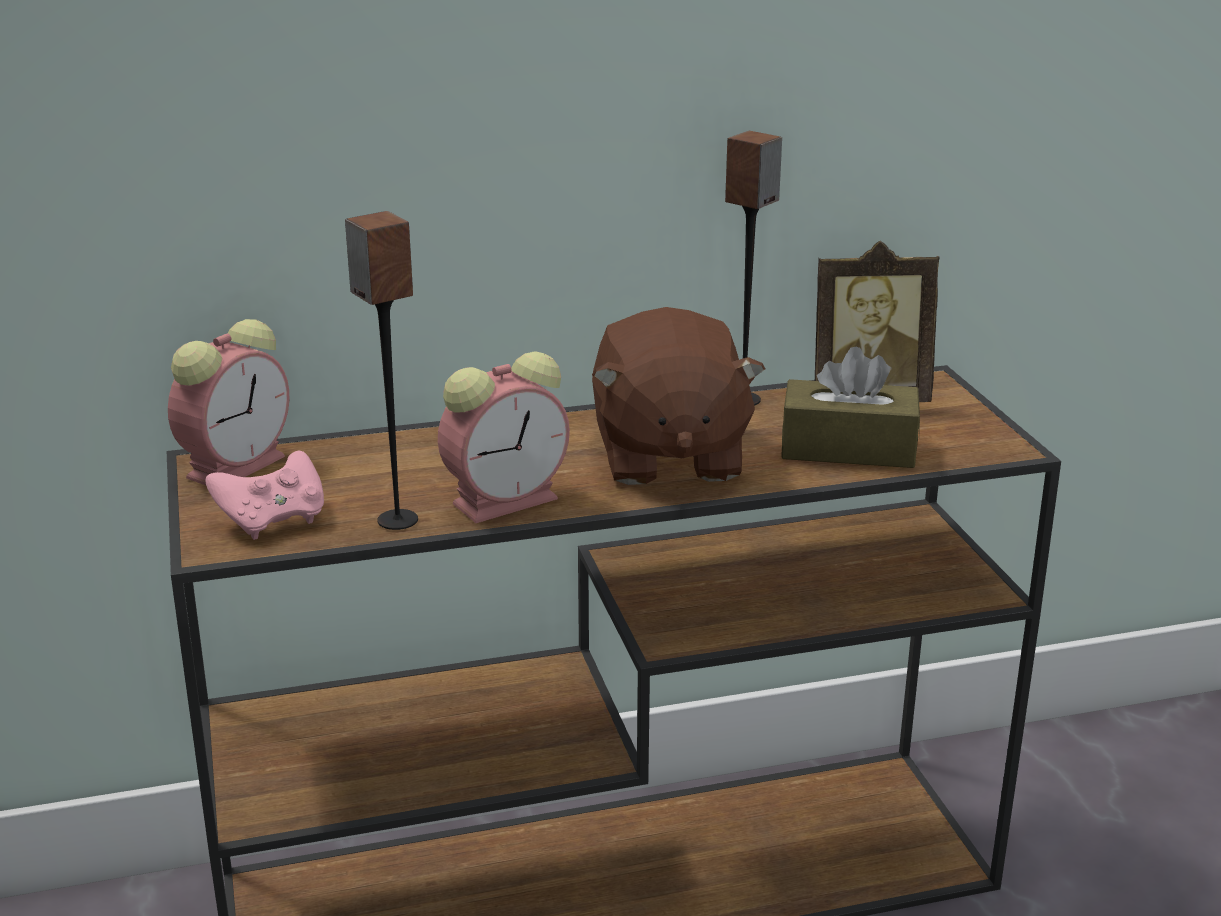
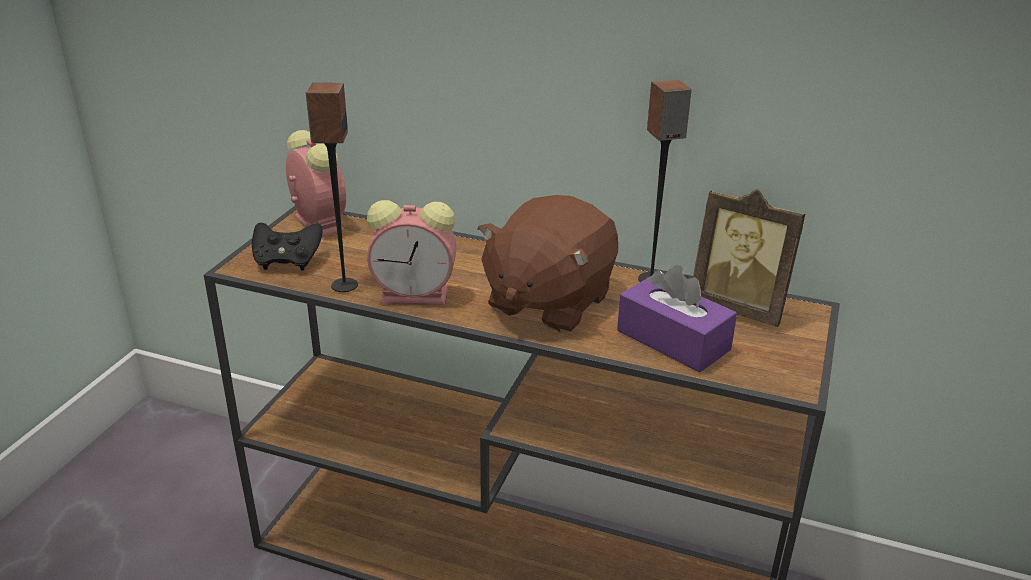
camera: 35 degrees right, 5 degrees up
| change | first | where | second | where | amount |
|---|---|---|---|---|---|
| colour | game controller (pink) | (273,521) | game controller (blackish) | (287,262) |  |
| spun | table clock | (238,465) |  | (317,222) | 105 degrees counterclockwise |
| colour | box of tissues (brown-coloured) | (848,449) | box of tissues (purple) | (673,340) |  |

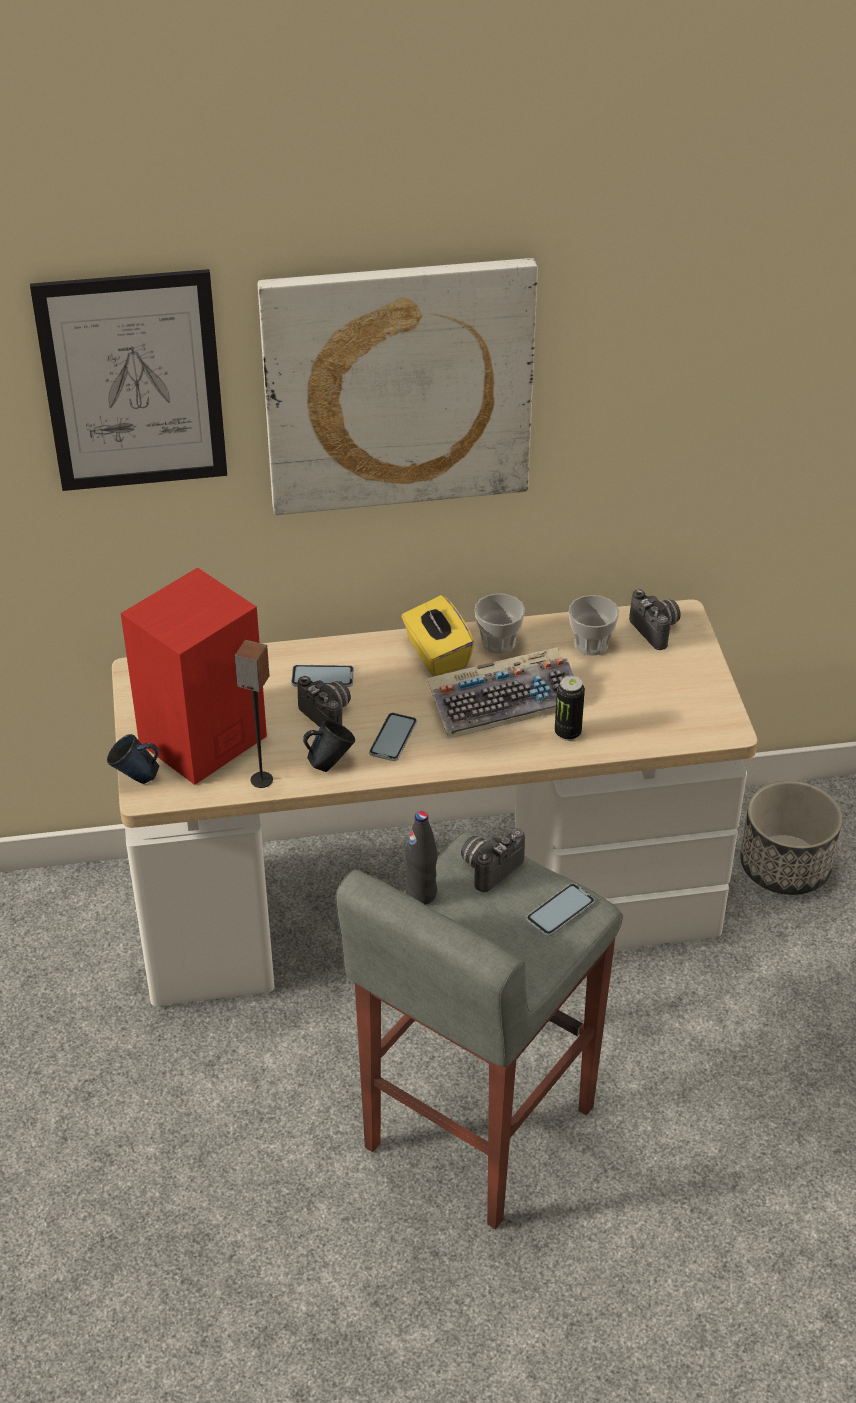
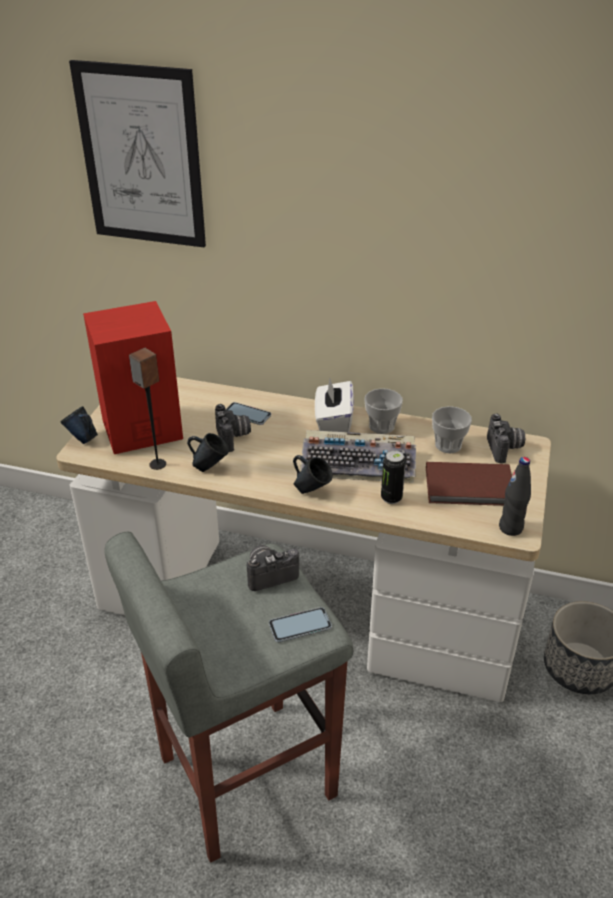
camera: 25 degrees right, 5 degrees down
| change | first | where | second | where | amount |
|---|---|---|---|---|---|
| appeared |  |  | coffee mug (blue) | (311,491) |  |
| colour | box of tissues (yellowish) | (436,654) | box of tissues (whitish) | (333,422) |  |
| appeared |  |  | volume (brown-coloured) | (470,488) |  |
| relocated | beverage bottle (blackish) | (421,894) |  | (511,528) |  |
| missing | wall art | (398,385) |  |  |  |
| missing | phone | (393,738) |  |  |  |

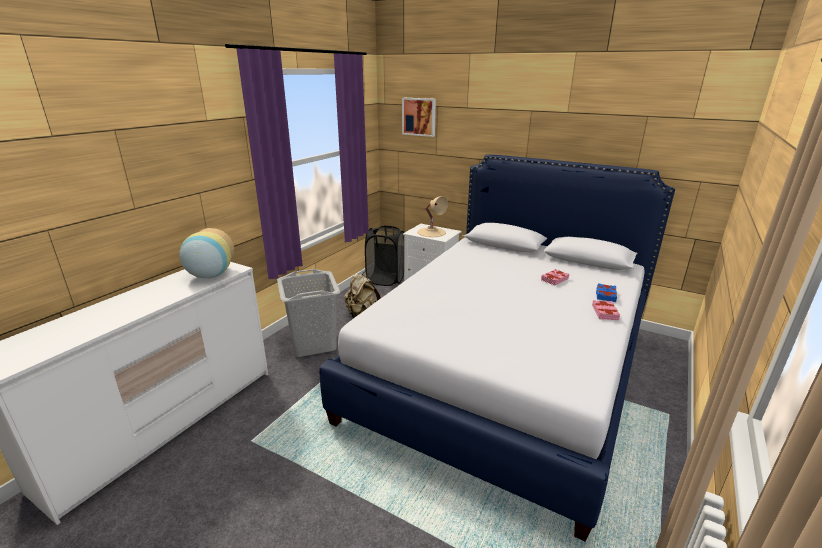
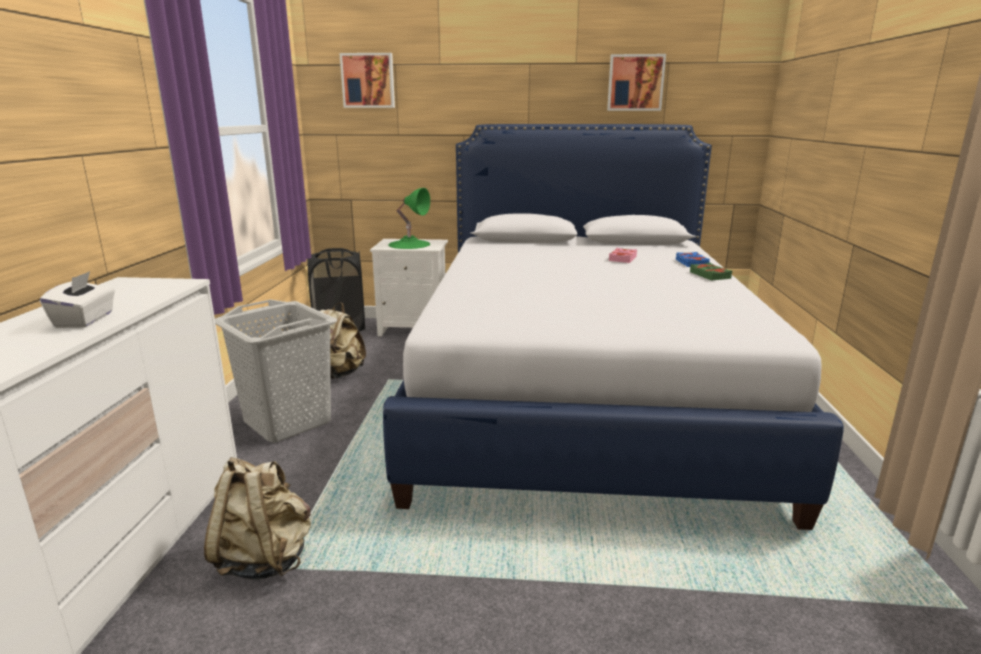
camera: 25 degrees left, 5 degrees down
| change | first | where | second | where | amount |
|---|---|---|---|---|---|
| appeared |  |  | box of tissues (whitish) | (85,320) |  |
| appeared |  |  | backpack (beige-coloured) | (265,558) |  |
| colour | tabletop lamp (beige-coloured) | (431,232) | tabletop lamp (green) | (409,244) |  |
| appeared |  |  | wall art | (635,83) |  |
| colour | volume (pink) | (605,313) | volume (green) | (710,275) |  |
| missing | flower vase | (210,275) |  |  |  |

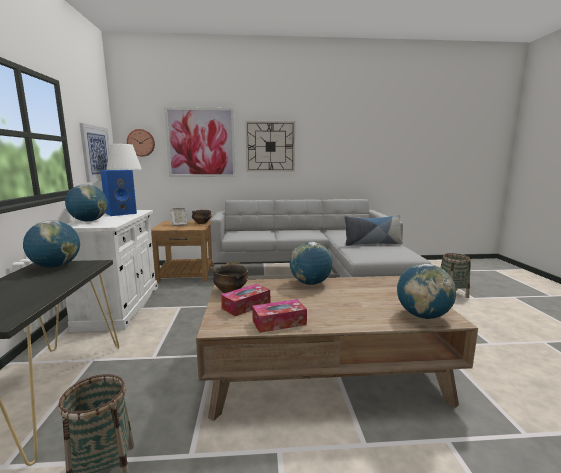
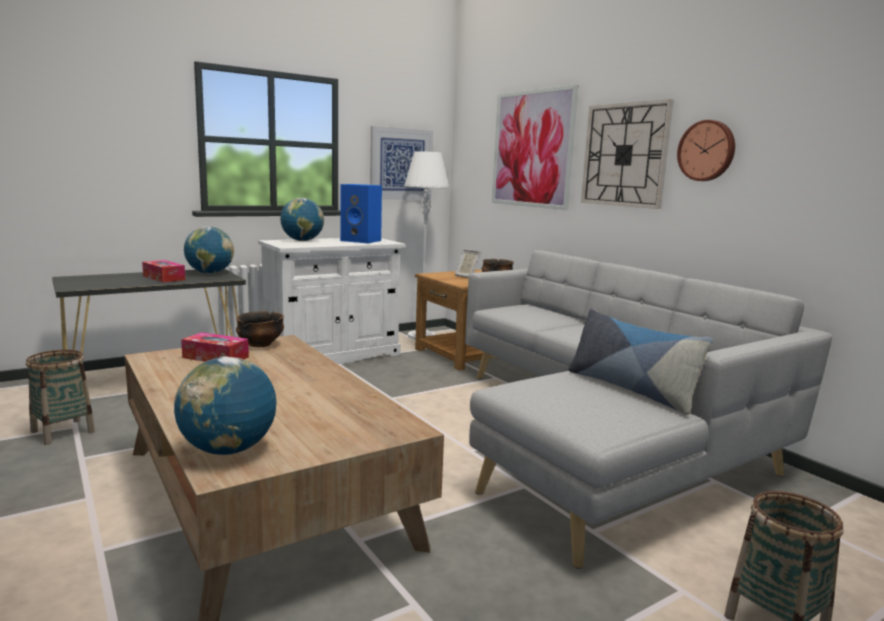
camera: 60 degrees right, 0 degrees up
| change | first | where | second | where | amount |
|---|---|---|---|---|---|
| relocated | box of tissues | (279,322) |  | (164,278) |  |
| relocated | wall clock | (141,143) |  | (707,151) |  |
| missing | world globe | (310,283) |  |  |  |

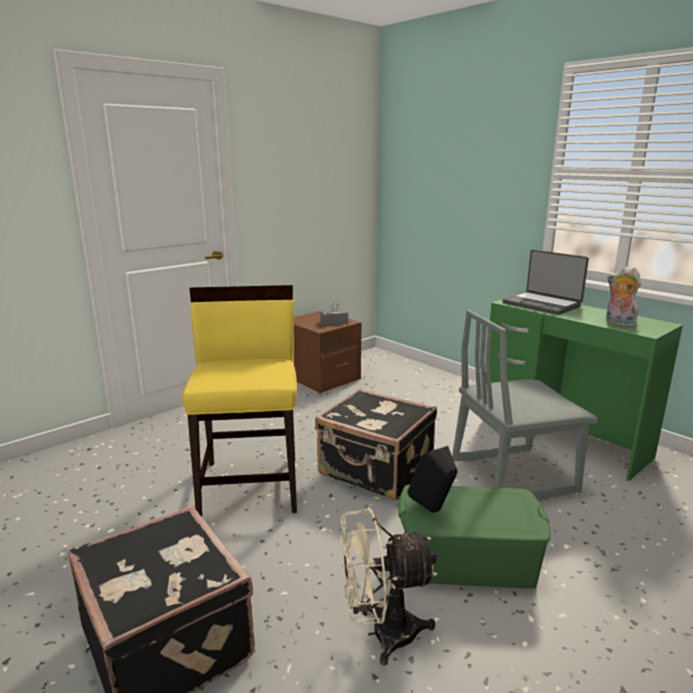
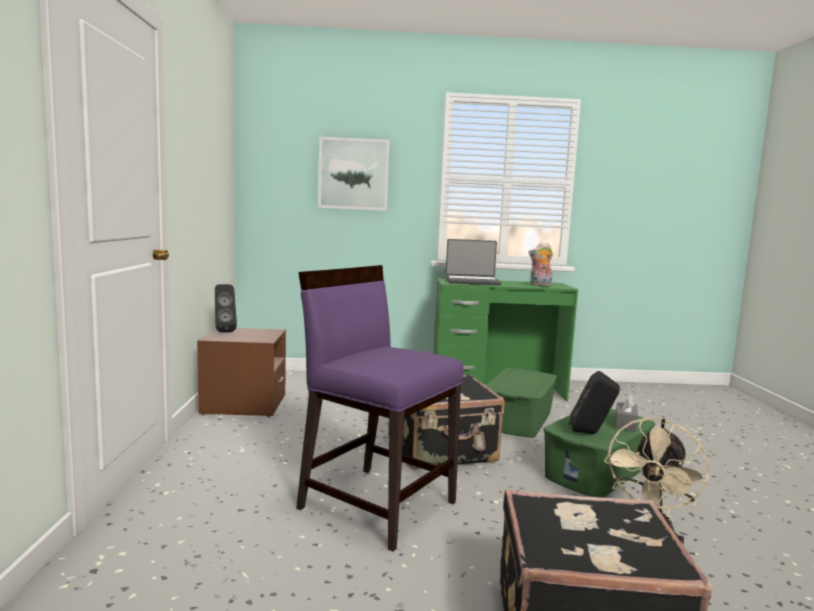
camera: 50 degrees left, 10 degrees down
| change | first | where | second | where | amount |
|---|---|---|---|---|---|
| appeared |  |  | loudspeaker (blackish) | (224,331) |  |
| colour | plain chair (yellowish) | (251,485) | plain chair (purple) | (377,504) |  |
| appeared |  |  | wall art | (353,174) |  |
| exchanged | plain chair (grey) | (512,475) | storage container (green) | (518,420) |  |
| relocated | box of tissues (grey) | (334,322) |  | (625,423) |  |

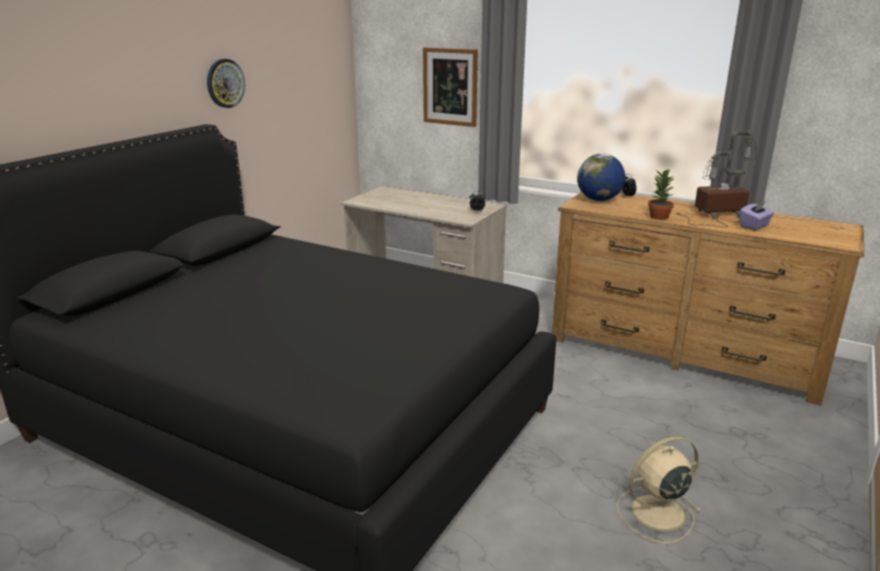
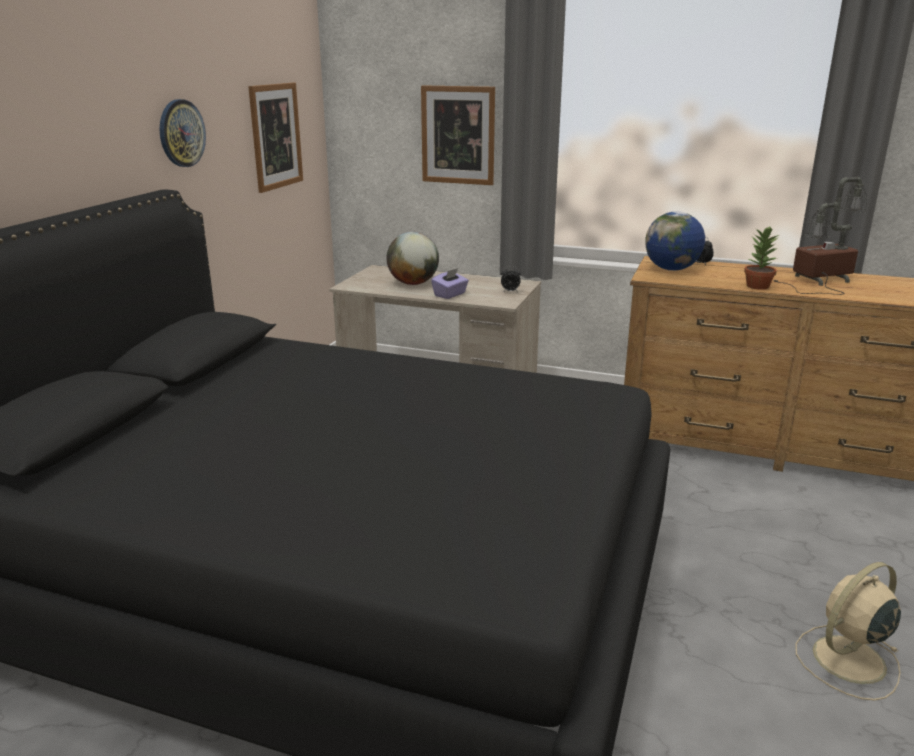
camera: 10 degrees left, 0 degrees up
| change | first | where | second | where | amount |
|---|---|---|---|---|---|
| appeared |  |  | wall art | (276,136) |  |
| appeared |  |  | world globe | (413,283) |  |
| relocated | box of tissues (purple) | (754,226) |  | (450,295) |  |

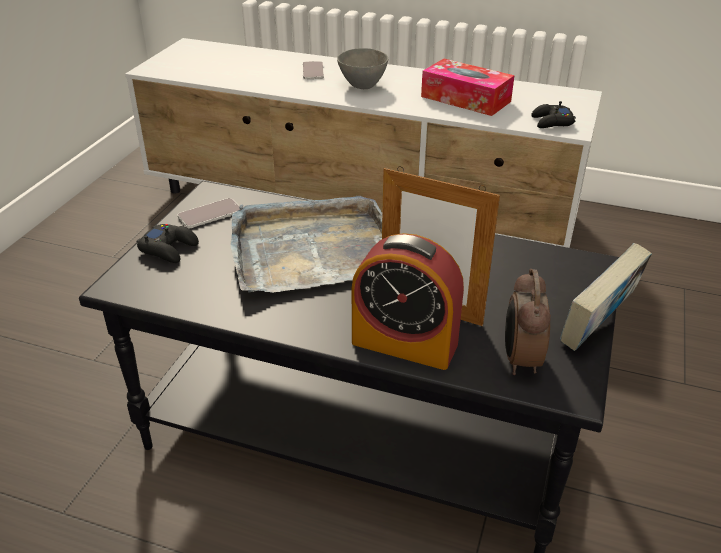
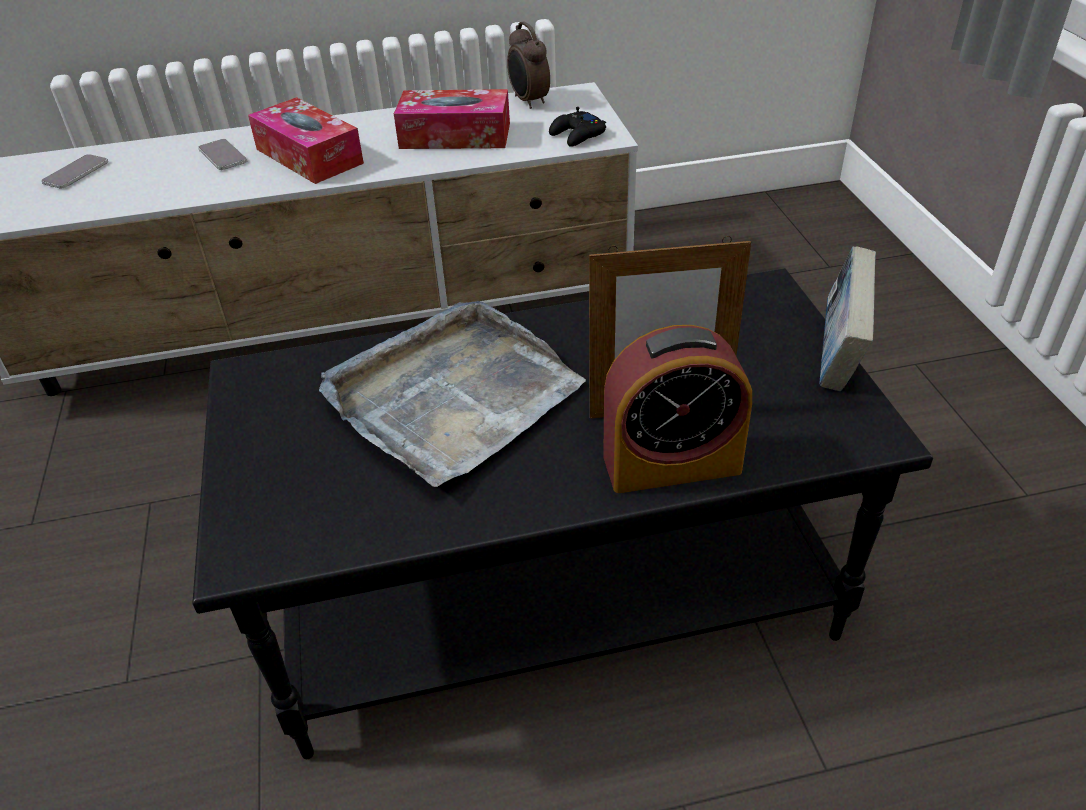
camera: 30 degrees left, 5 degrees up
| change | first | where | second | where | amount |
|---|---|---|---|---|---|
| relocated | phone | (210,214) |  | (76,172) |  |
| exchanged | deep dish (grey) | (362,85) | box of tissues | (309,156) |  |
| relocated | table clock | (520,360) |  | (528,101) |  |
| missing | game controller (blackish) | (169,248) |  |  |  |

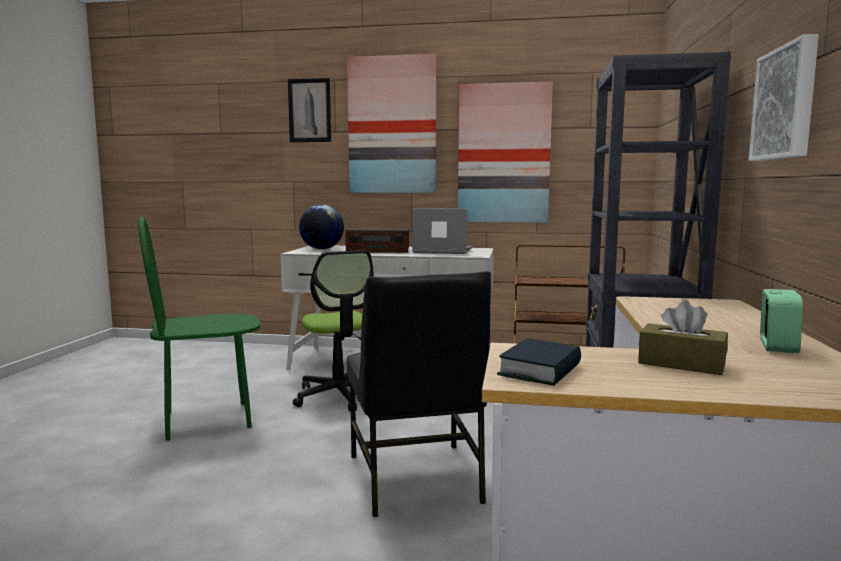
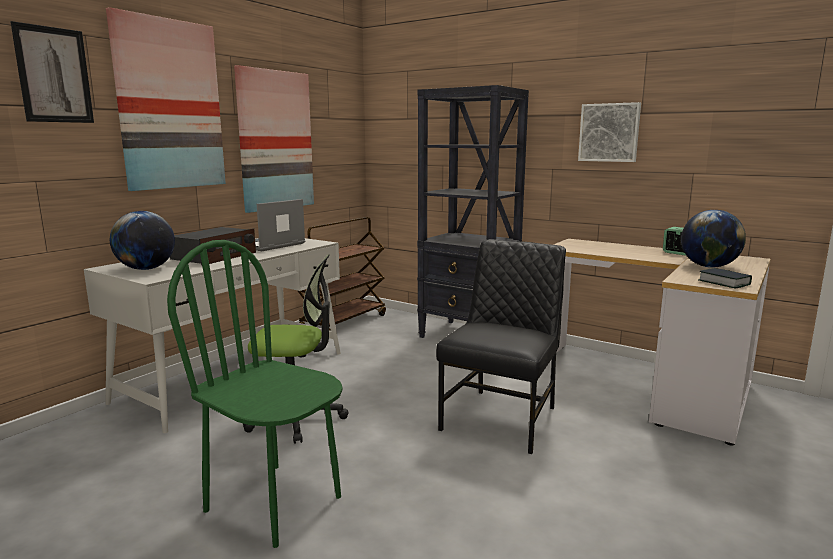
camera: 65 degrees left, 5 degrees up
| change | first | where | second | where | amount |
|---|---|---|---|---|---|
| spun | plain chair (green) | (208,420) |  | (274,503) | 120 degrees clockwise |
| spun | plain chair (blackish) | (416,479) |  | (502,418) | 75 degrees counterclockwise |
| exchanged | box of tissues (brown-coloured) | (681,364) | world globe | (709,266) |  |

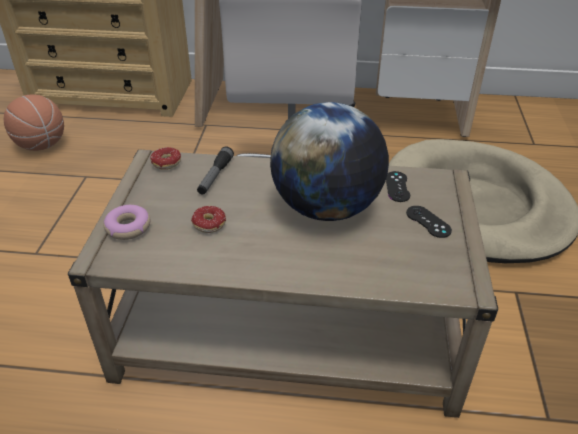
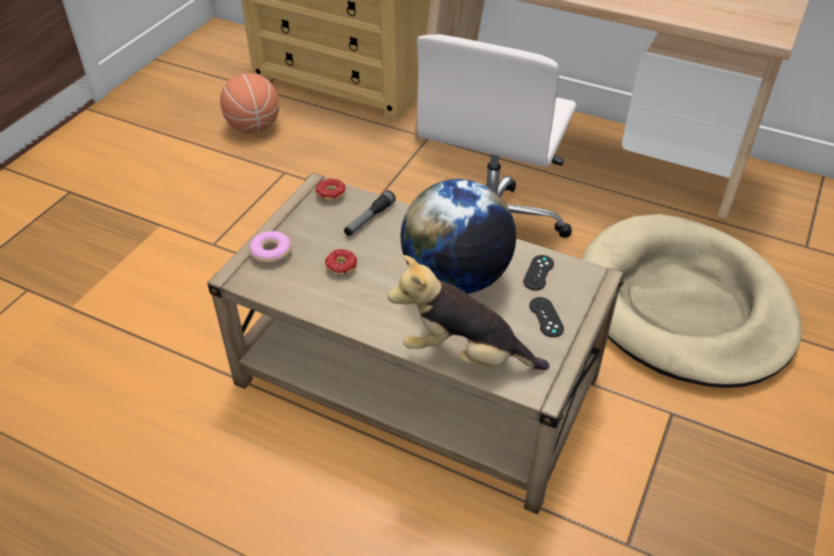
camera: 20 degrees right, 5 degrees up
| change | first | where | second | where | amount |
|---|---|---|---|---|---|
| appeared |  |  | cuddly toy | (464,355) |  |

